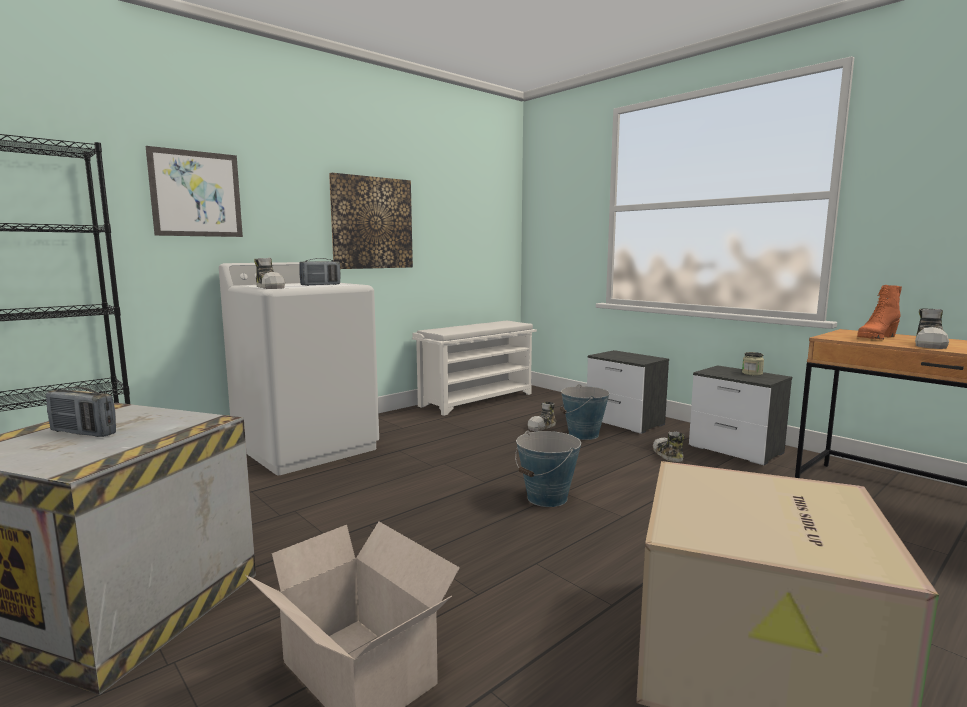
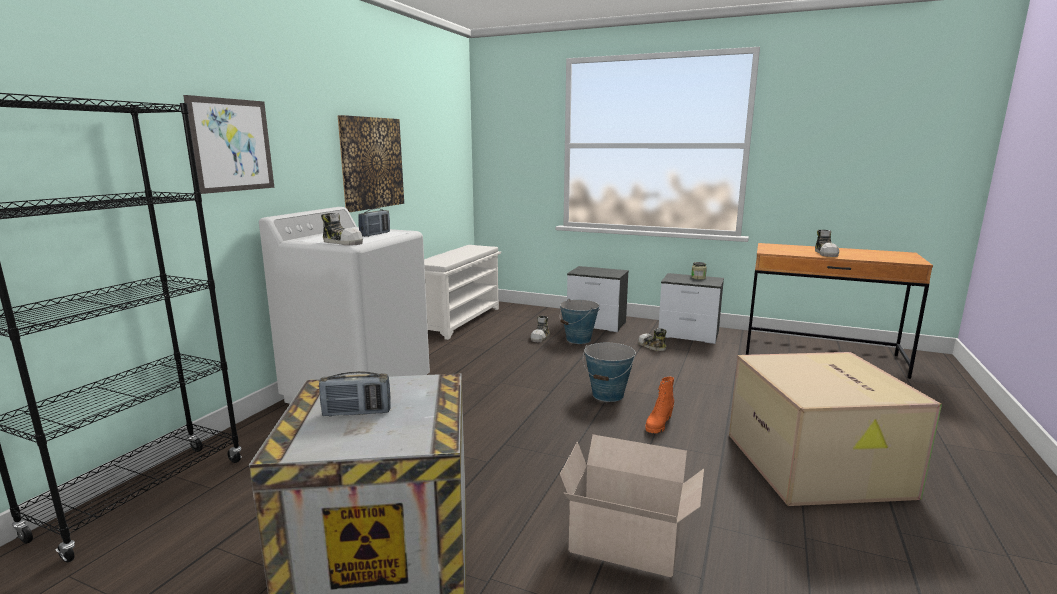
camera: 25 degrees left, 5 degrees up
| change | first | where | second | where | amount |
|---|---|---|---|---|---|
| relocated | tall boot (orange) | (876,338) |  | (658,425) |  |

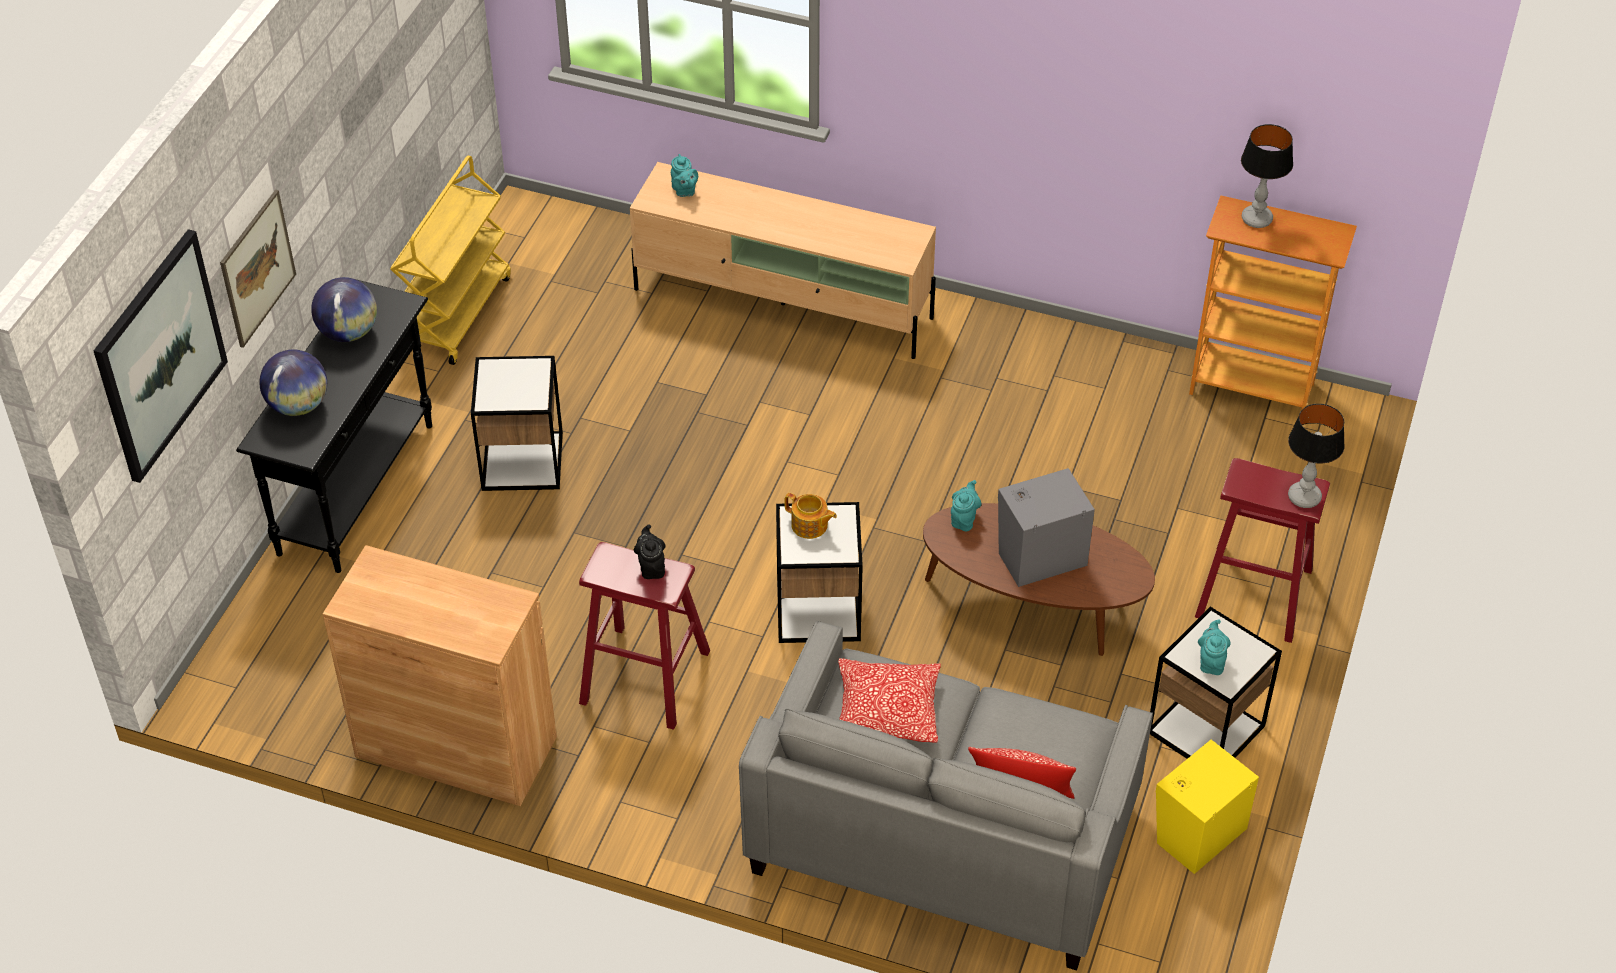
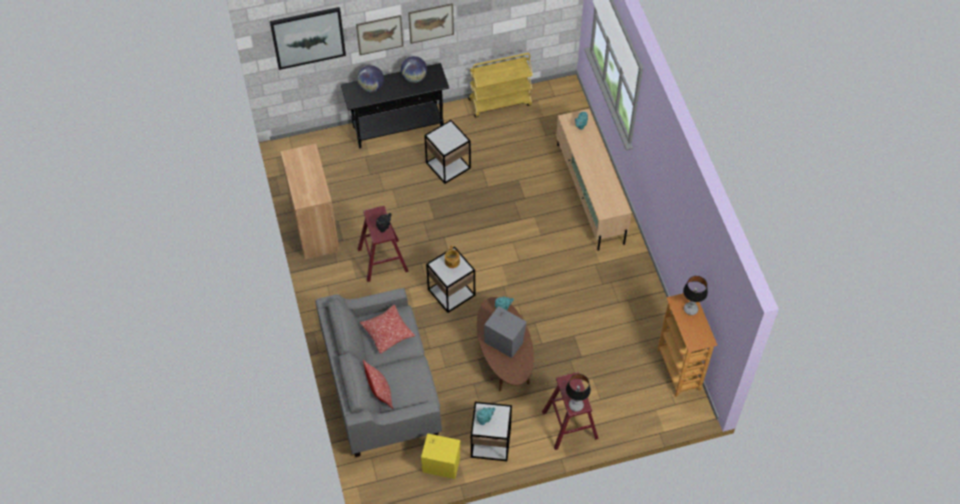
camera: 55 degrees right, 10 degrees up
| change | first | where | second | where | amount |
|---|---|---|---|---|---|
| appeared |  |  | wall art | (431,23) |  |

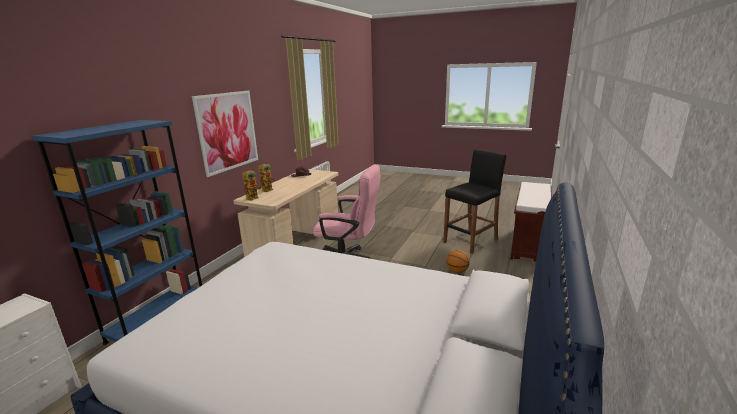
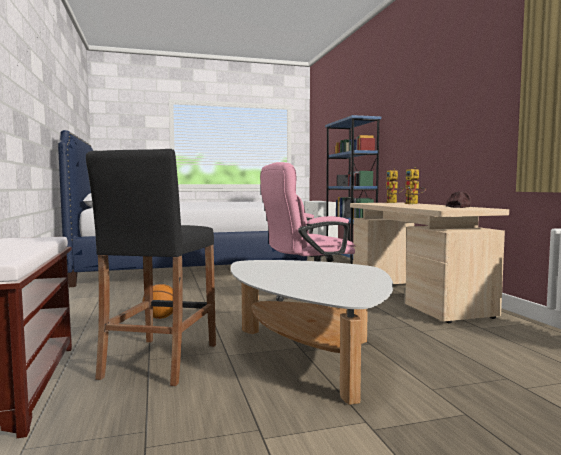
camera: 140 degrees right, 15 degrees down
| change | first | where | second | where | amount |
|---|---|---|---|---|---|
| appeared |  |  | lounge table (whitish) | (309,354) |  |
| missing | wall art | (228,131) |  |  |  |

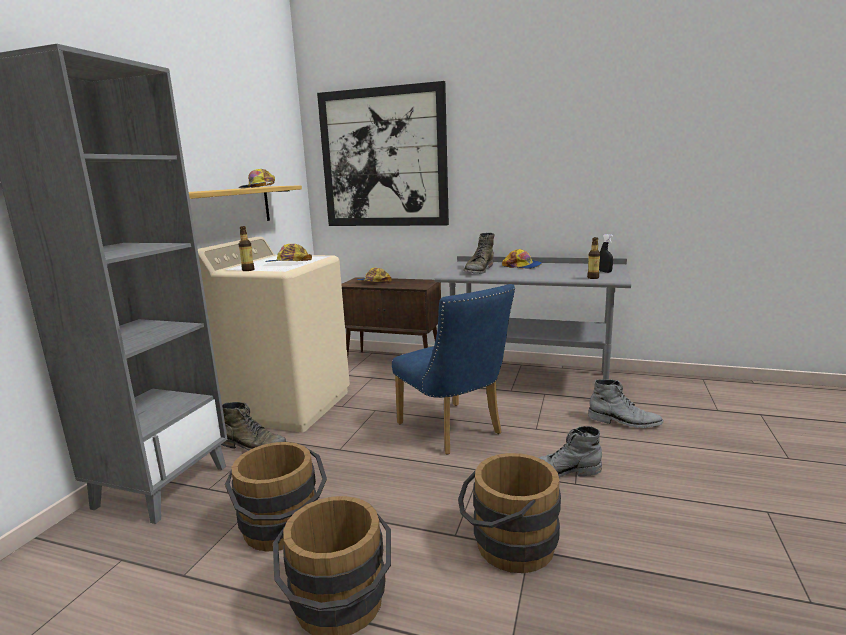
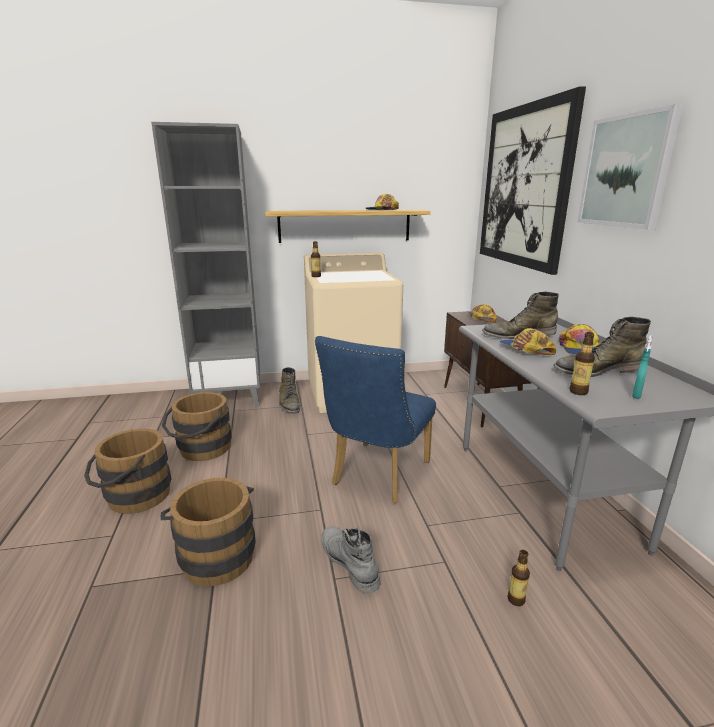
camera: 60 degrees right, 5 degrees up
| change | first | where | second | where | amount |
|---|---|---|---|---|---|
| relocated | baseball cap | (288,263) |  | (525,350) |  |
| exchanged | tall boot (grey) | (624,422) | beverage bottle | (516,599) |  |
| appeared |  |  | tall boot (green) | (596,370) |  |
| appeared |  |  | wall art | (626,171) |  |
| colour | sprayer (blackish) | (605,272) | sprayer (turquoise) | (636,395) |  |

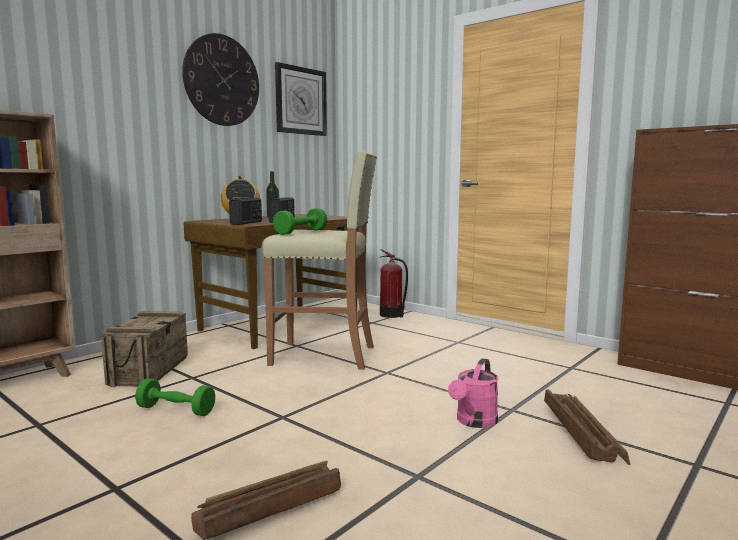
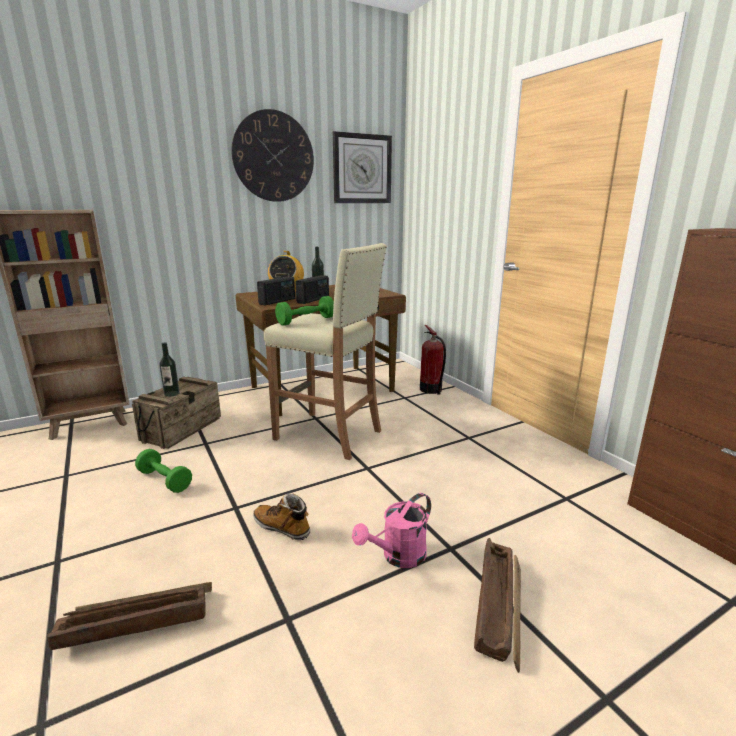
camera: 20 degrees right, 10 degrees up
| change | first | where | second | where | amount |
|---|---|---|---|---|---|
| appeared |  |  | beverage bottle | (171,393) |  |
| appeared |  |  | tall boot | (282,527) |  |

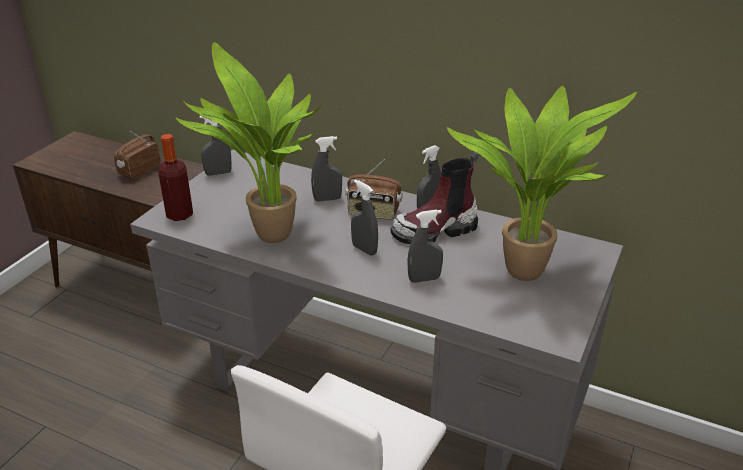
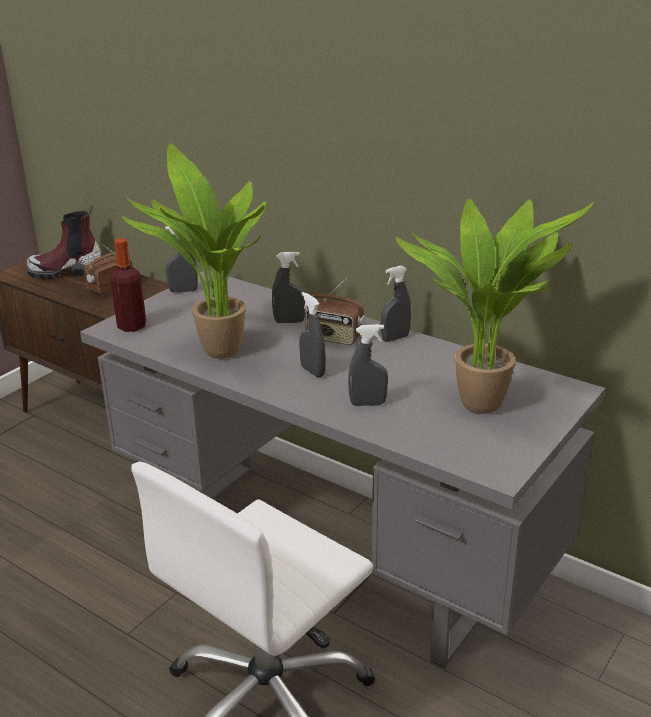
camera: 10 degrees right, 5 degrees down
| change | first | where | second | where | amount |
|---|---|---|---|---|---|
| relocated | tall boot | (435,230) |  | (67,271) |  |

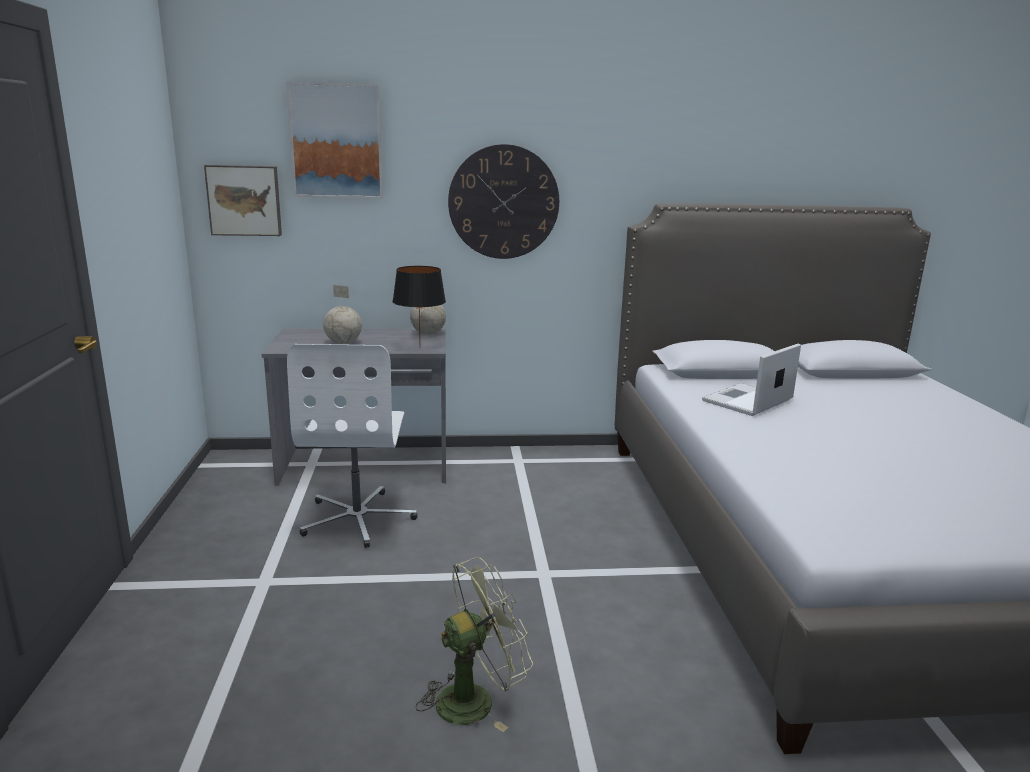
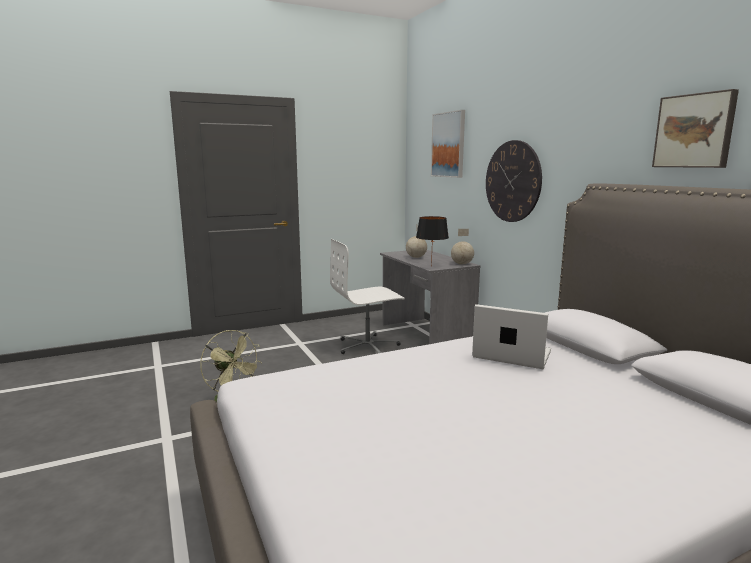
camera: 70 degrees right, 5 degrees down
| change | first | where | second | where | amount |
|---|---|---|---|---|---|
| relocated | wall art | (244,200) |  | (694,131) |  |

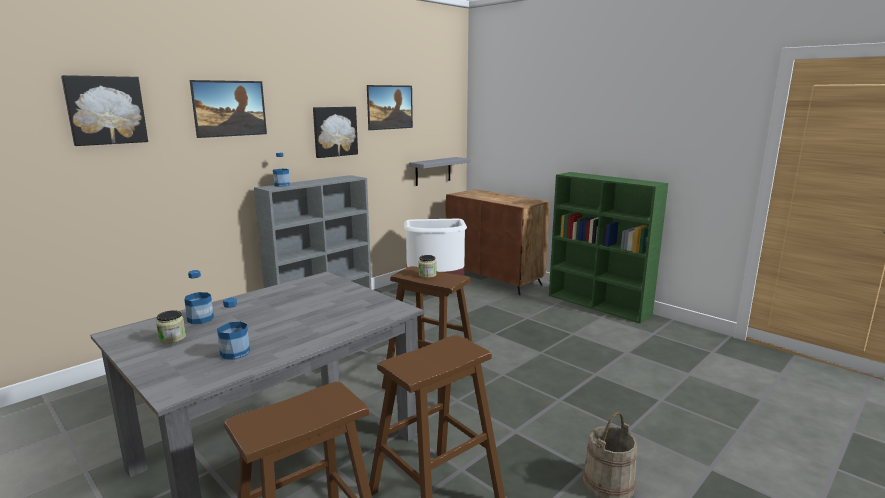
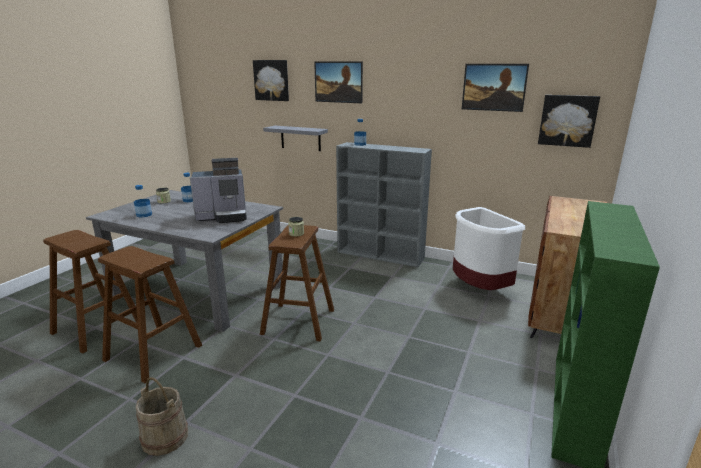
camera: 70 degrees right, 5 degrees up
| change | first | where | second | where | amount |
|---|---|---|---|---|---|
| appeared |  |  | coffee maker | (223,217) |  |
| relocated | shelf (grey) | (433,171) |  | (300,138) |  |
| relocated | wall art | (334,131) |  | (567,120) |  |

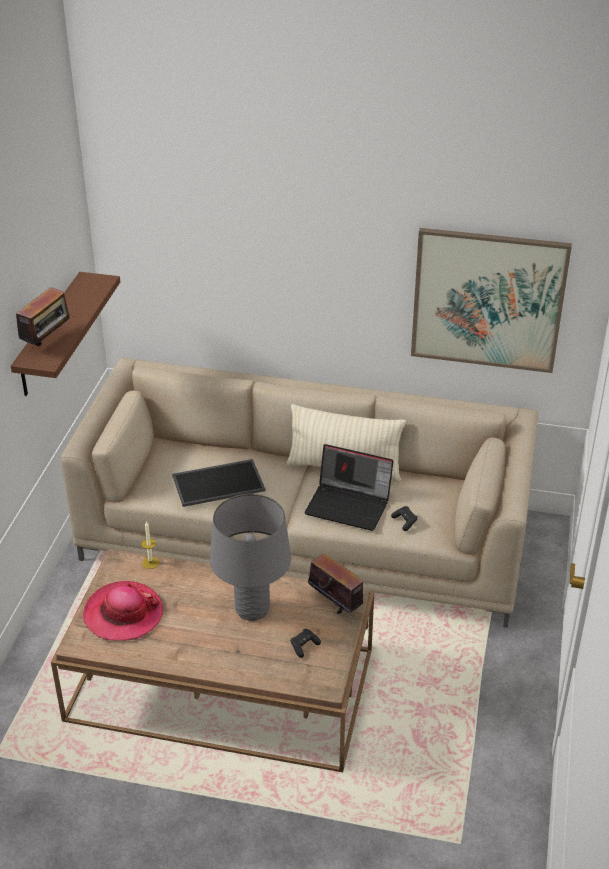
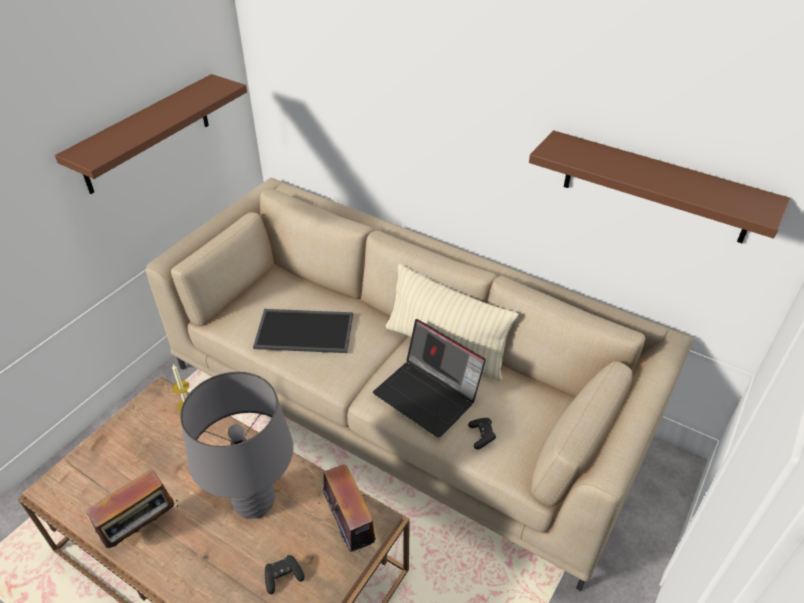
camera: 20 degrees right, 5 degrees up
| change | first | where | second | where | amount |
|---|---|---|---|---|---|
| relocated | radio receiver | (48,342) |  | (142,529) |  |
| exchanged | wall art | (488,300) | shelf (brown-coloured) | (656,187) |  |
| missing | hat | (123,614) |  |  |  |

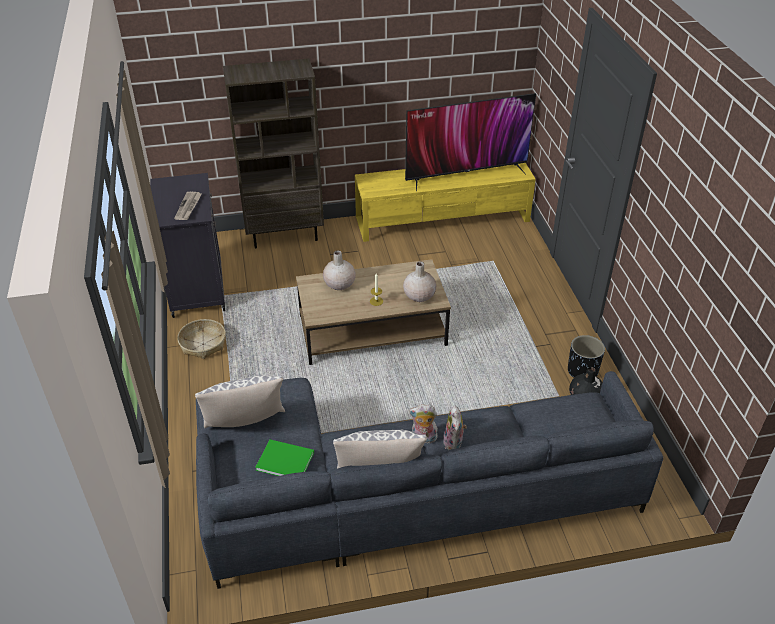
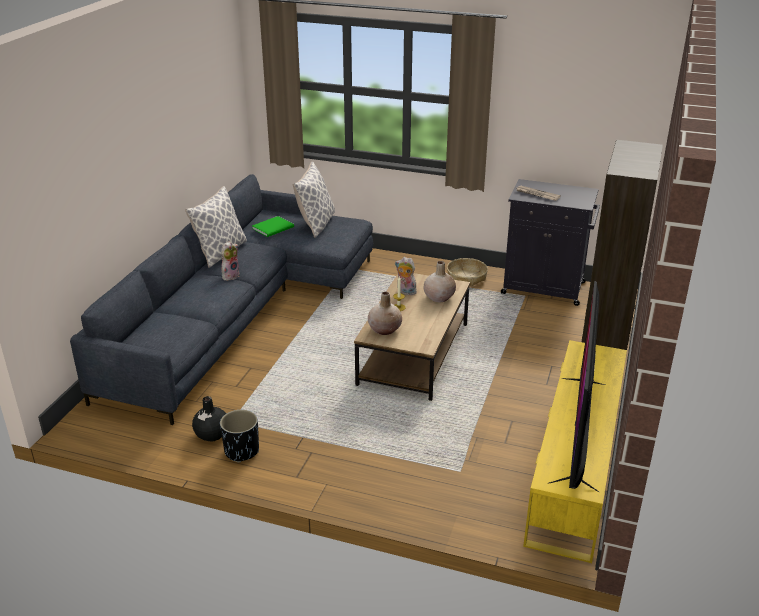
camera: 120 degrees right, 10 degrees down
| change | first | where | second | where | amount |
|---|---|---|---|---|---|
| relocated | cuddly toy | (454,443) |  | (405,292) |  |

